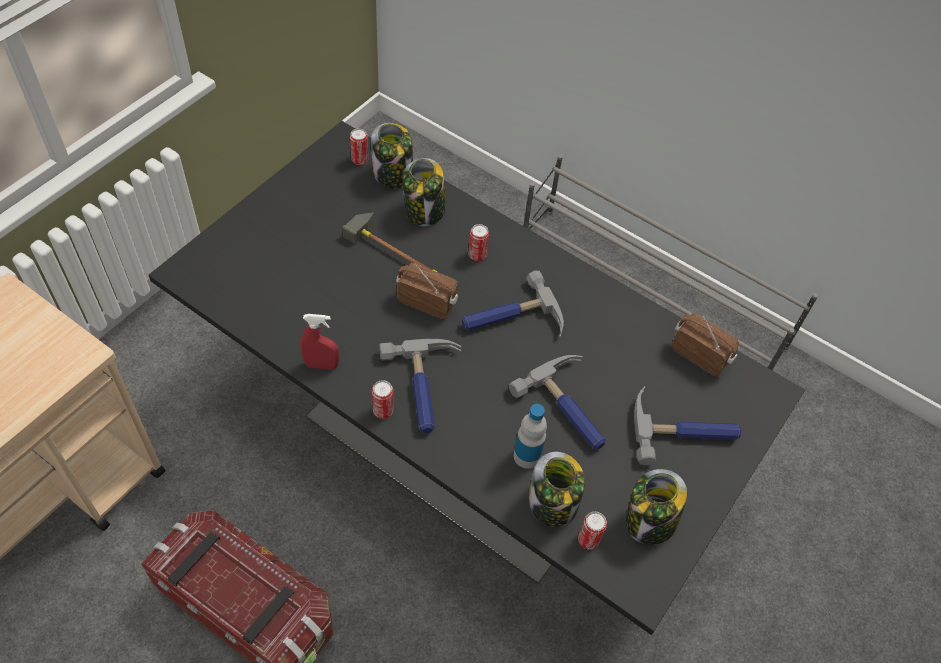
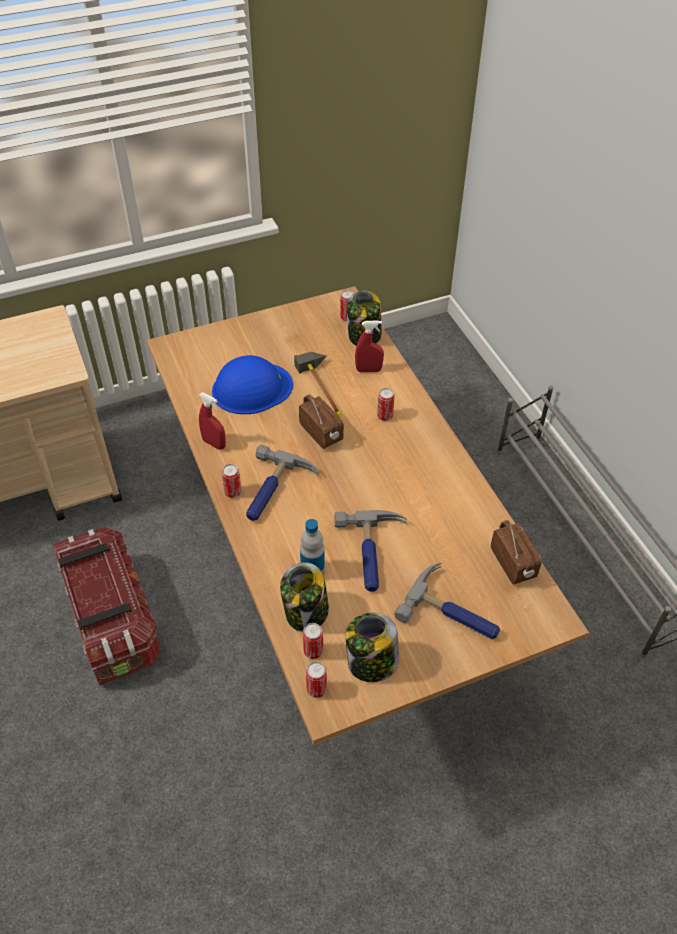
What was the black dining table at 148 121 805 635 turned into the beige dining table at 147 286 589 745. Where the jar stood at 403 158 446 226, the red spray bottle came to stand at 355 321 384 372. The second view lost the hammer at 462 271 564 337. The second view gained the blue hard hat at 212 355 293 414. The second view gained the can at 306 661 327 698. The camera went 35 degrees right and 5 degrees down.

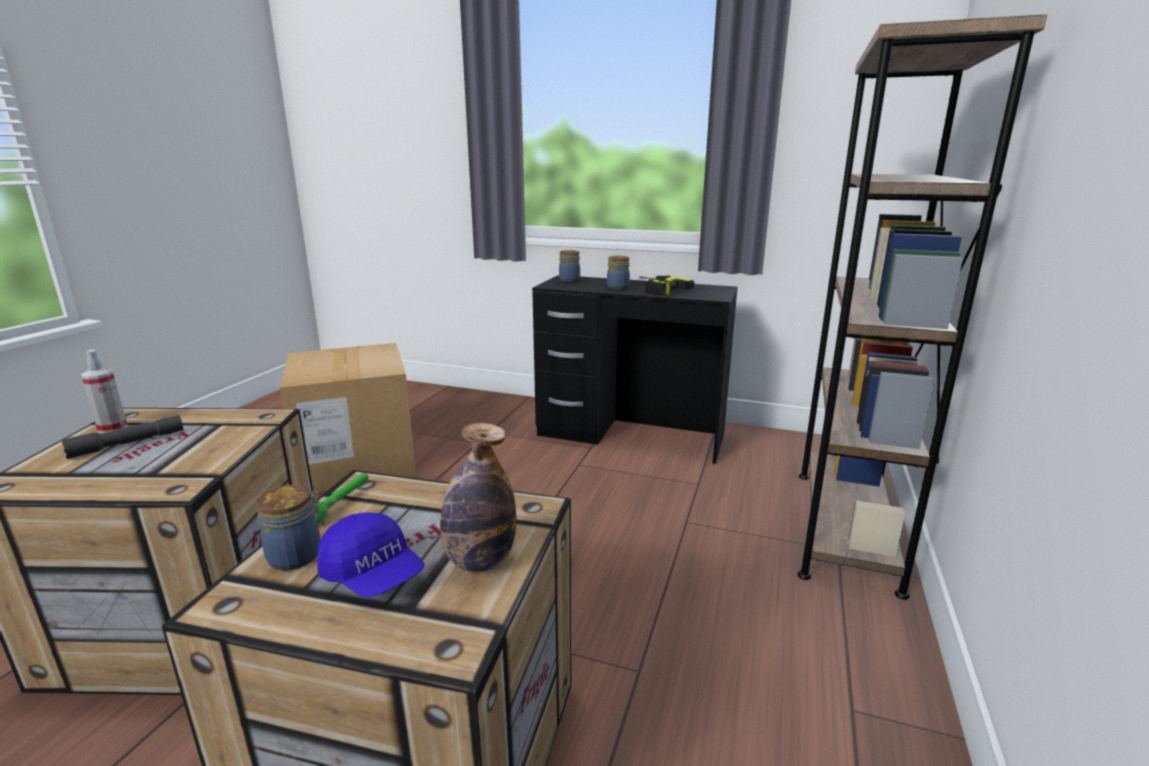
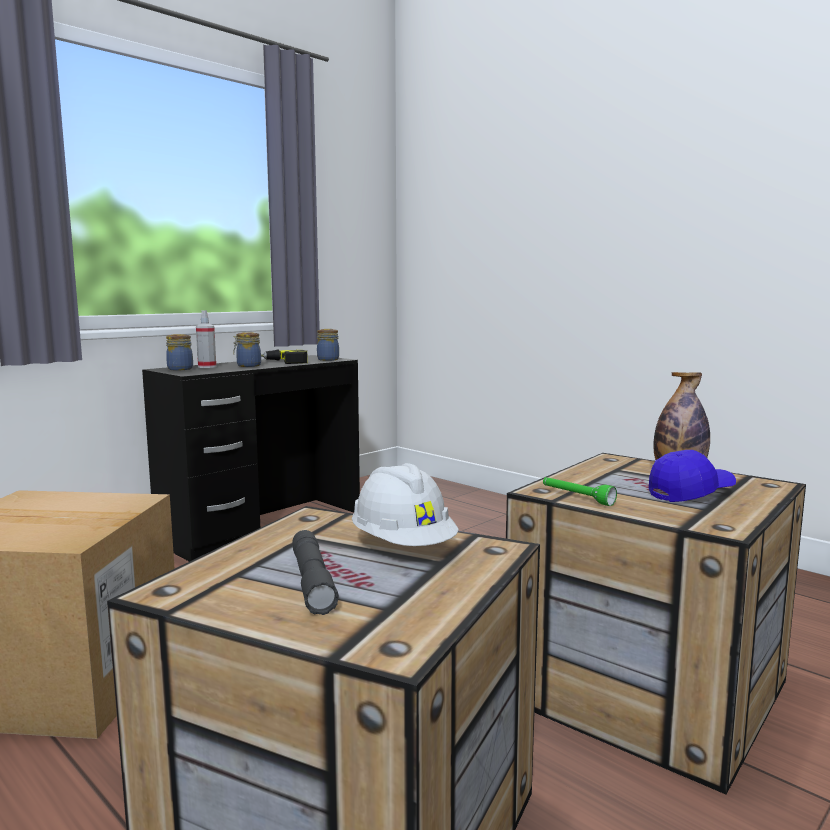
The second view lost the brown bookcase at 798 14 1047 600. The spray bottle ended up elsewhere, having gone from 81 350 128 433 to 196 310 216 368. The jar ended up elsewhere, having gone from 256 485 325 571 to 317 329 339 361. The second view gained the white hard hat at 352 463 459 546. The camera went 65 degrees left and 10 degrees down.

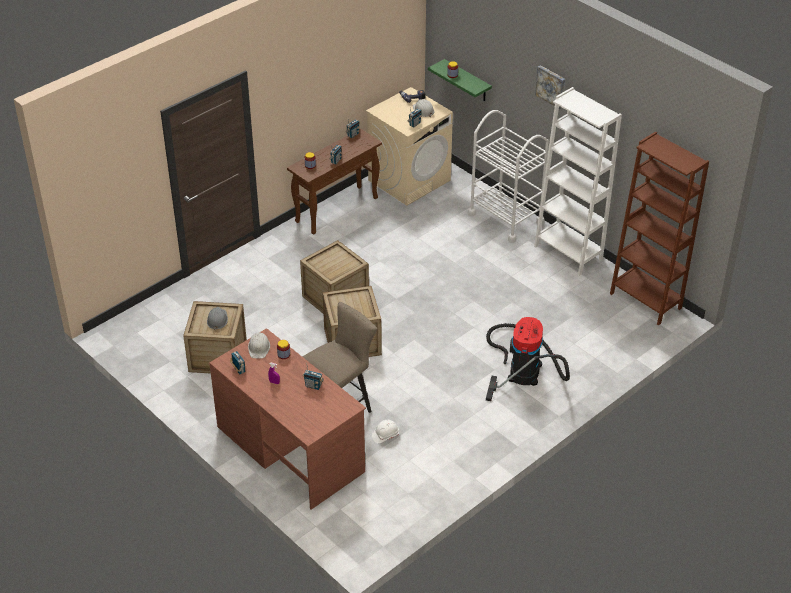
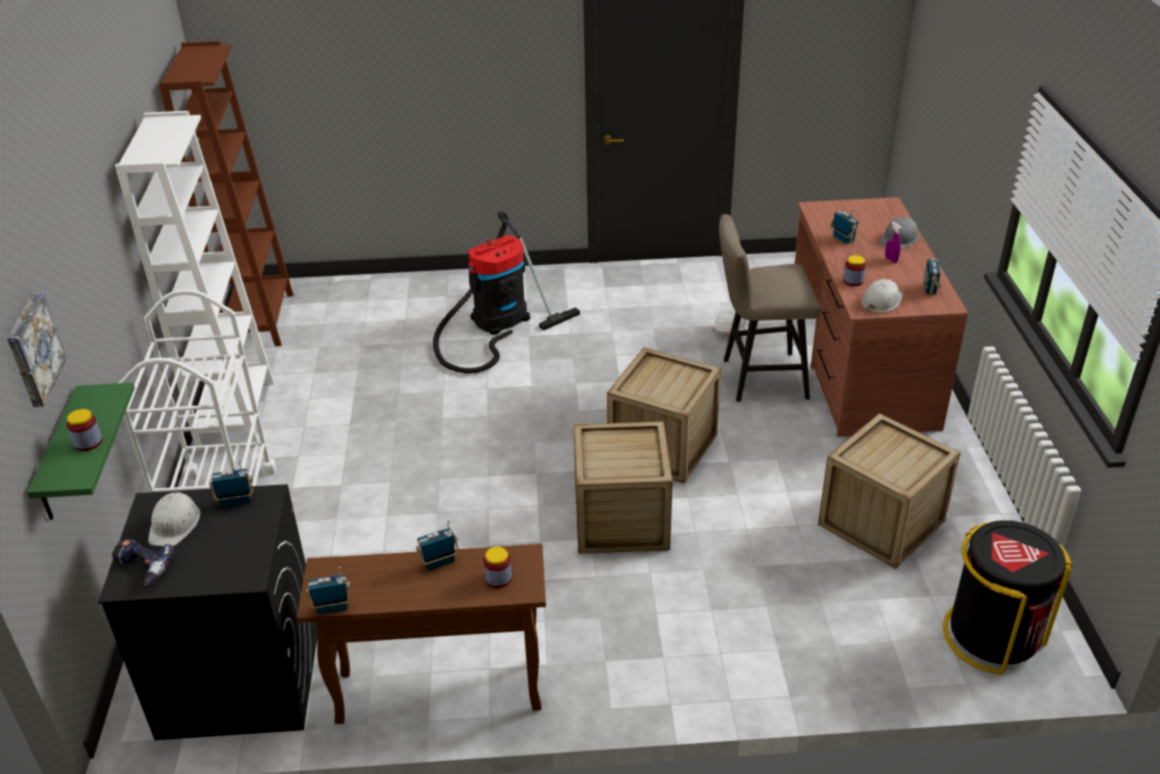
The picture ended up elsewhere, having gone from 535 65 565 109 to 7 292 67 407. What was the beige washing machine at 366 87 453 206 turned into the black washing machine at 98 484 317 740. The grey hard hat ended up elsewhere, having gone from 207 307 228 330 to 880 217 919 249. The second view gained the black trash can at 943 520 1073 675. The camera went 140 degrees left and 5 degrees down.

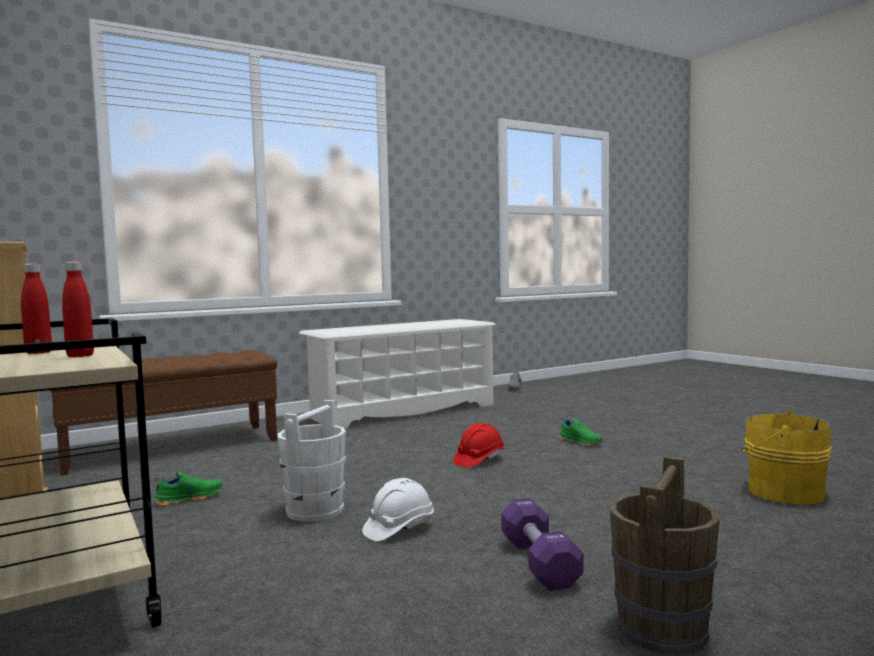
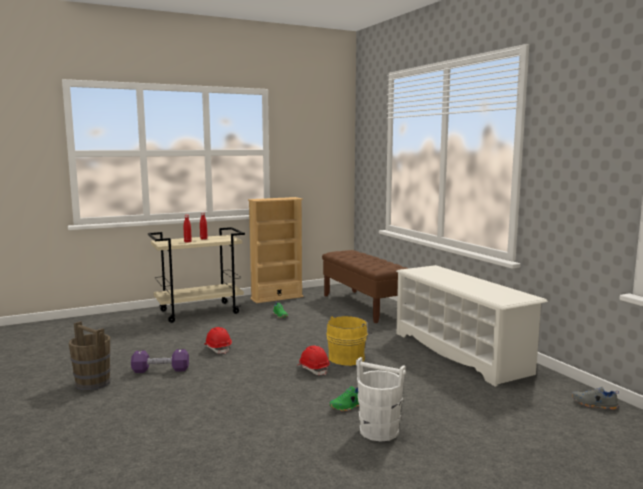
The white bucket ended up elsewhere, having gone from 278 400 346 522 to 356 357 406 442. The yellow bucket ended up elsewhere, having gone from 742 410 832 504 to 326 316 371 366. What was the white hard hat at 362 478 434 541 turned into the red hard hat at 204 327 232 354. The camera went 95 degrees right and 5 degrees up.

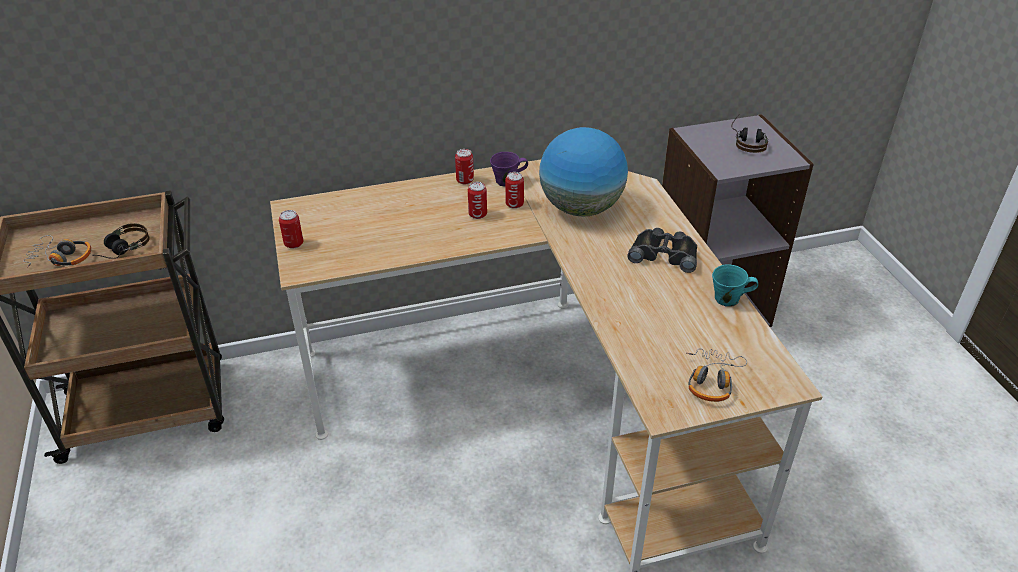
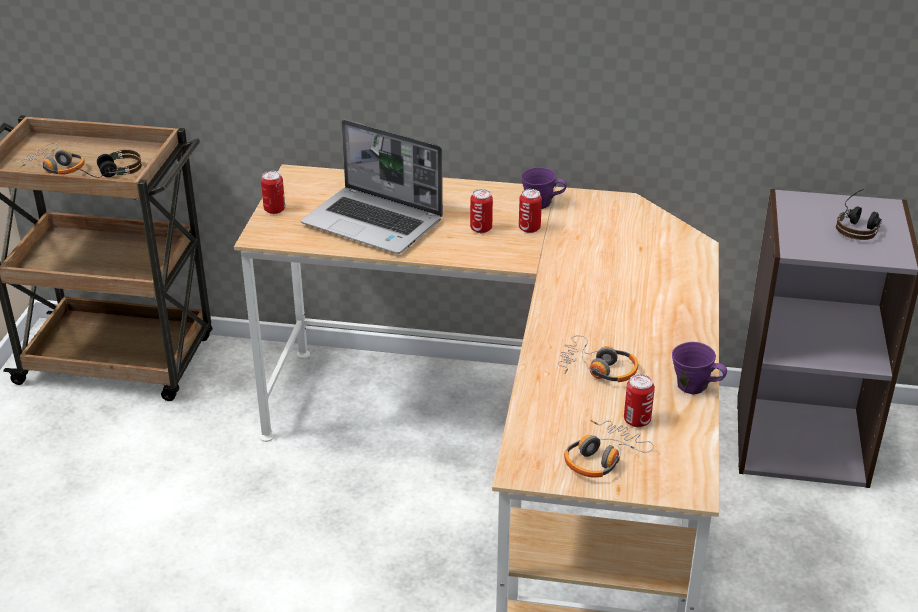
The second view lost the globe at 539 127 628 216. The can ended up elsewhere, having gone from 455 149 474 184 to 624 374 655 427. The second view lost the black binoculars at 627 228 697 273. What was the turquoise mug at 712 264 758 306 turned into the purple mug at 672 342 727 395. The second view gained the laptop at 301 120 443 254. The second view gained the headphones at 558 335 638 382. The camera went 25 degrees right and 5 degrees down.

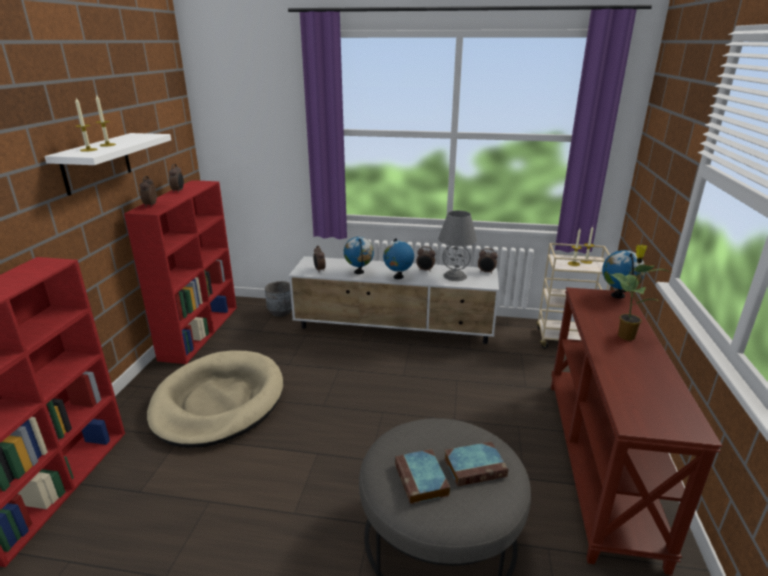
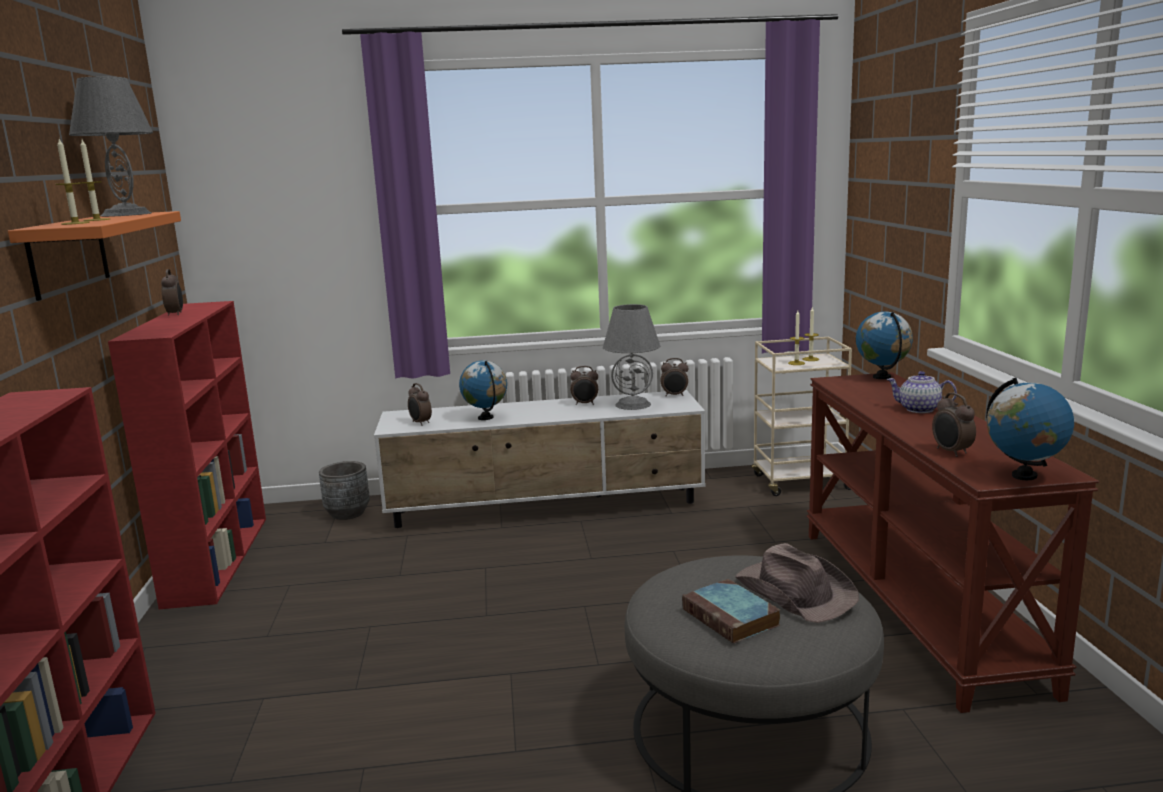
What was the white shelf at 44 133 171 196 turned into the orange shelf at 8 211 181 301. The alarm clock ended up elsewhere, having gone from 140 176 157 206 to 932 393 976 457. The globe ended up elsewhere, having gone from 383 238 414 279 to 986 378 1074 480. Where the potted plant stood at 610 245 670 341, the teapot came to stand at 886 371 957 413. The second view lost the beige dog bed at 147 350 283 448. Where the book stood at 444 442 508 486, the brown hat came to stand at 735 543 859 623. The second view gained the grey table lamp at 69 76 153 217. The camera went 15 degrees left and 10 degrees down.

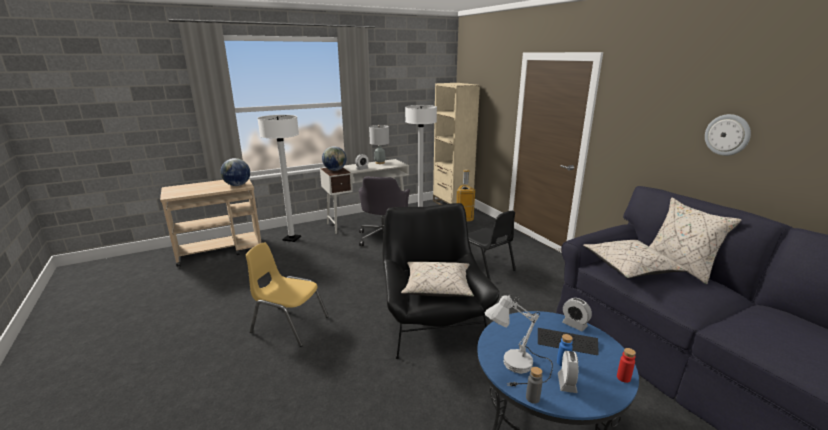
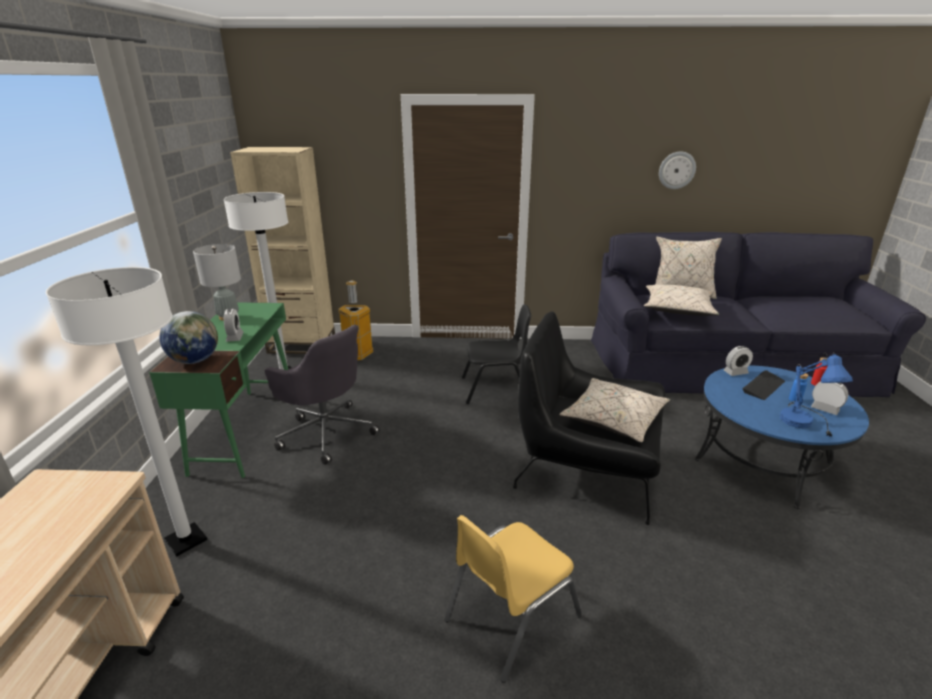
The second view lost the globe at 220 158 250 186. What was the white desk at 320 159 409 234 turned into the green desk at 149 302 288 478. What was the white table lamp at 485 294 553 386 turned into the blue table lamp at 780 352 853 437. The second view lost the grey bottle at 526 367 543 404. The camera went 60 degrees left and 5 degrees up.

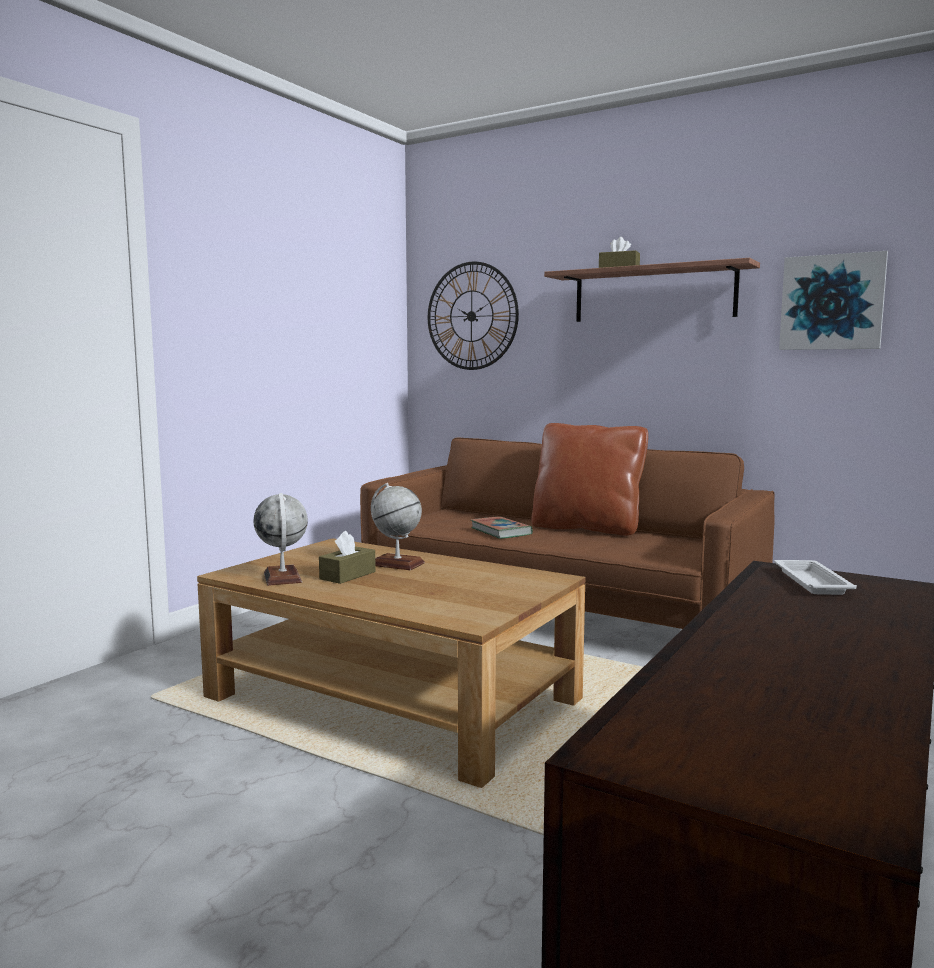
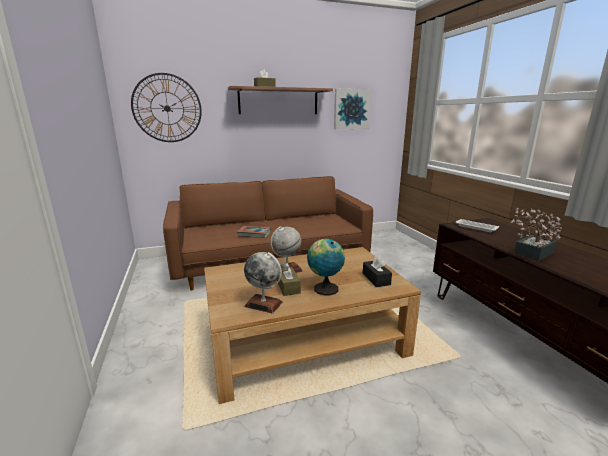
The second view lost the brown pillow at 531 423 648 536. The second view gained the potted plant at 511 208 562 261. The second view gained the globe at 307 239 345 295. The second view gained the black tissue box at 363 255 392 287. The camera went 50 degrees left and 10 degrees up.

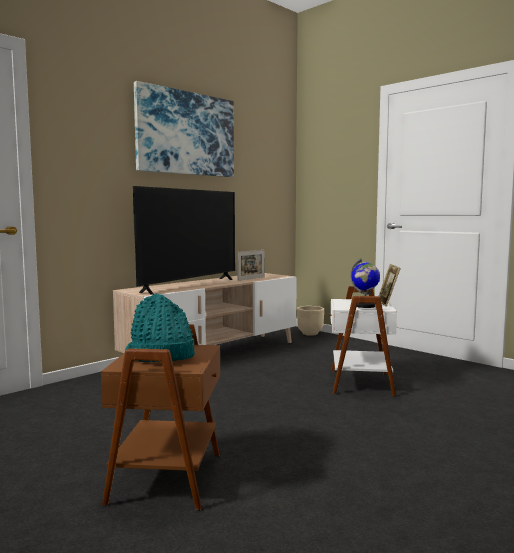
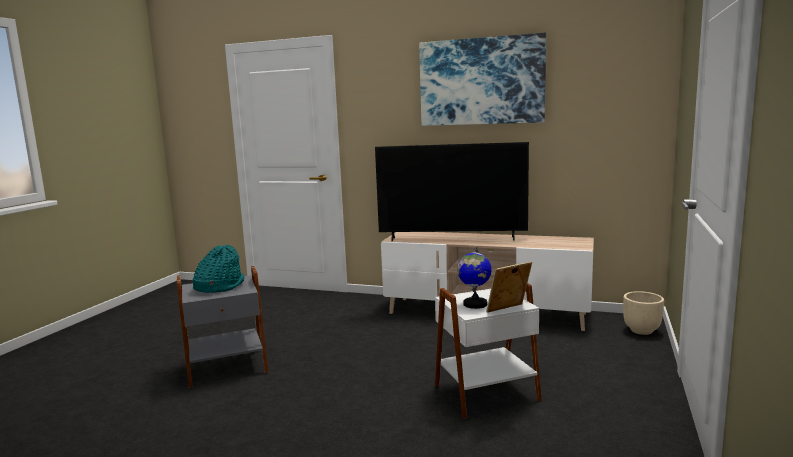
The second view lost the picture frame at 237 250 265 281. What was the brown side table at 101 324 220 511 turned into the grey side table at 177 266 269 388. The camera went 65 degrees right and 5 degrees up.

